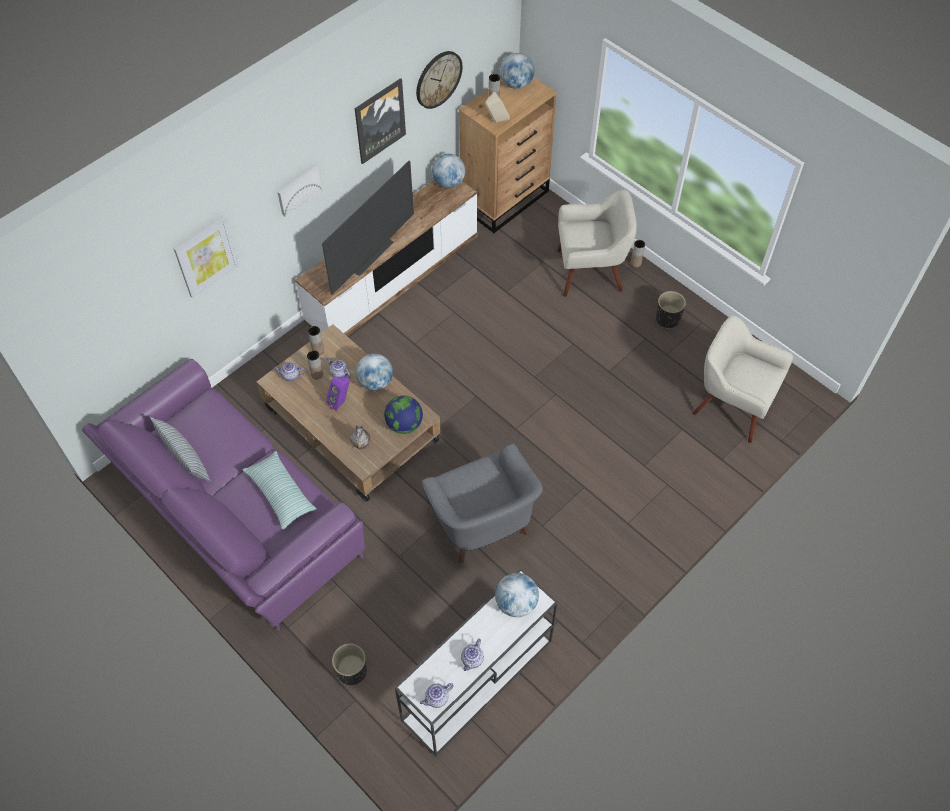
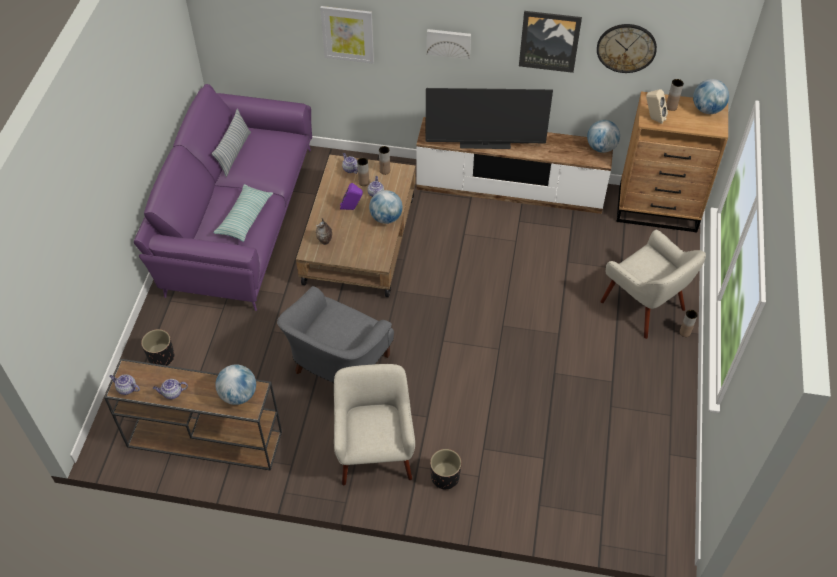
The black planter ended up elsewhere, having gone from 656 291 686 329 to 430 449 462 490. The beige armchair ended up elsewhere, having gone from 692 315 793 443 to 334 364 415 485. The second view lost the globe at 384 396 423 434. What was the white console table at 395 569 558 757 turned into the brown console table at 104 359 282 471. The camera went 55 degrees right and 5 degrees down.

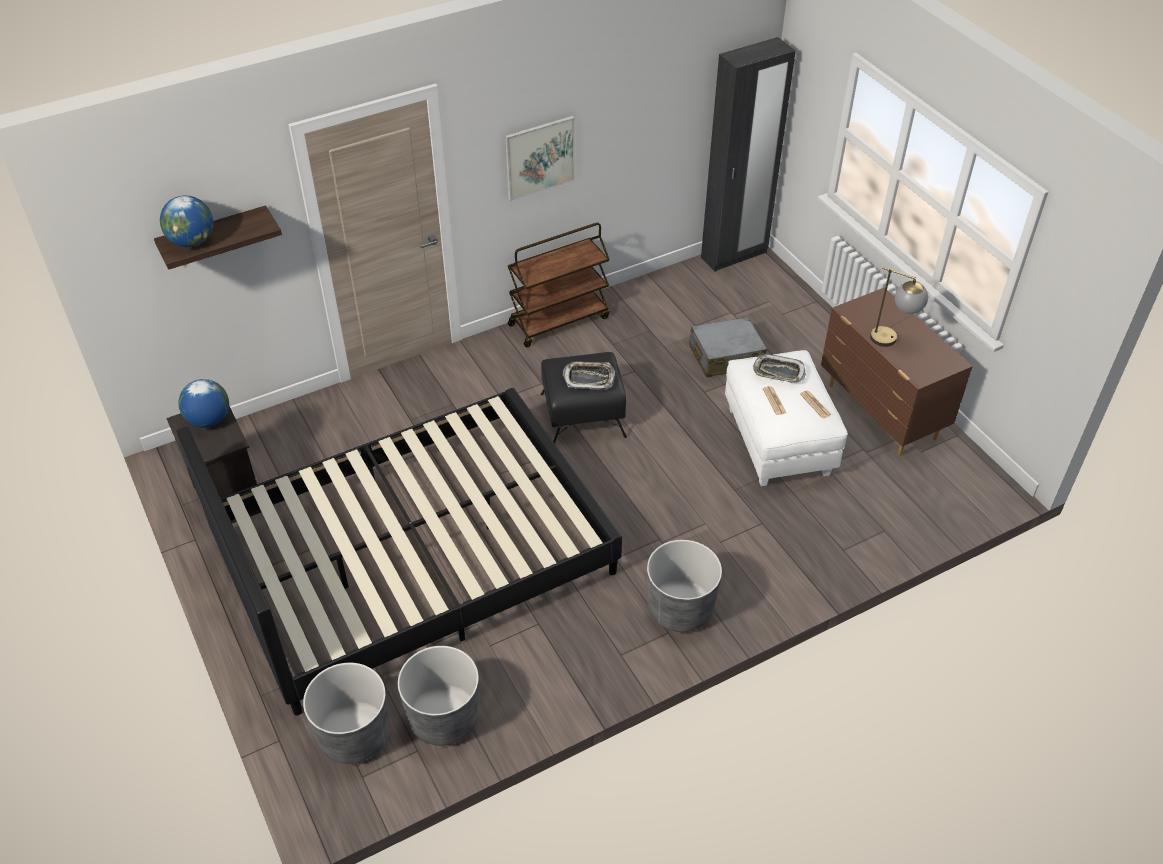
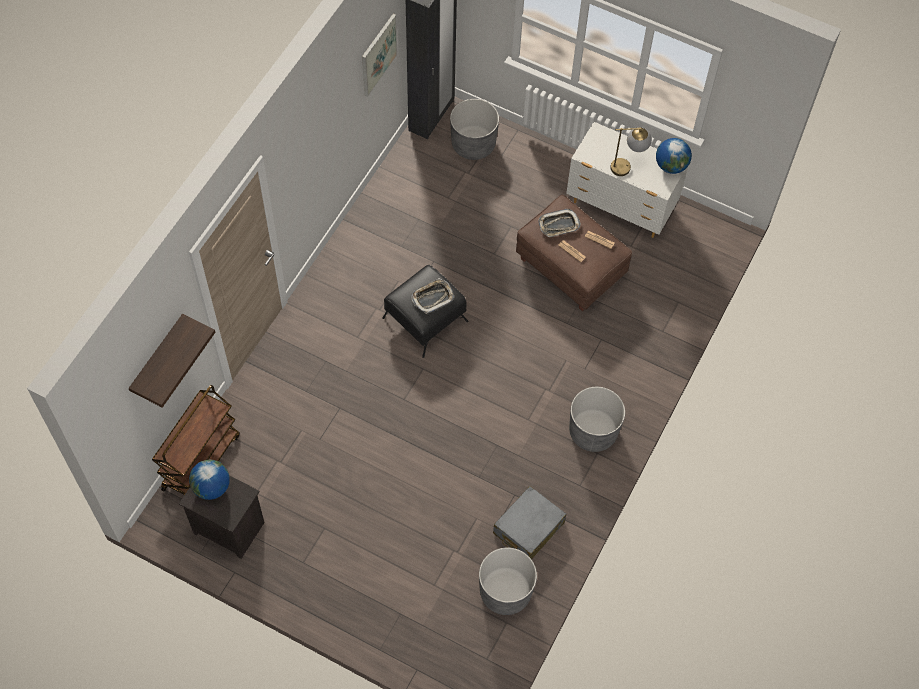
The picture ended up elsewhere, having gone from 505 116 575 201 to 362 14 397 97. The globe ended up elsewhere, having gone from 160 196 213 247 to 656 138 692 174. The brown cart ended up elsewhere, having gone from 508 222 610 347 to 152 385 240 495. What was the brown dresser at 821 288 973 456 turned into the white dresser at 566 122 688 238. The grey suitcase ended up elsewhere, having gone from 689 317 767 377 to 493 486 566 559. What was the white ottoman at 725 350 848 486 turned into the brown ottoman at 516 195 632 311. The second view lost the black bed at 177 388 622 716. The grey planter ended up elsewhere, having gone from 303 663 390 764 to 450 99 499 160. The camera went 35 degrees left and 15 degrees up.

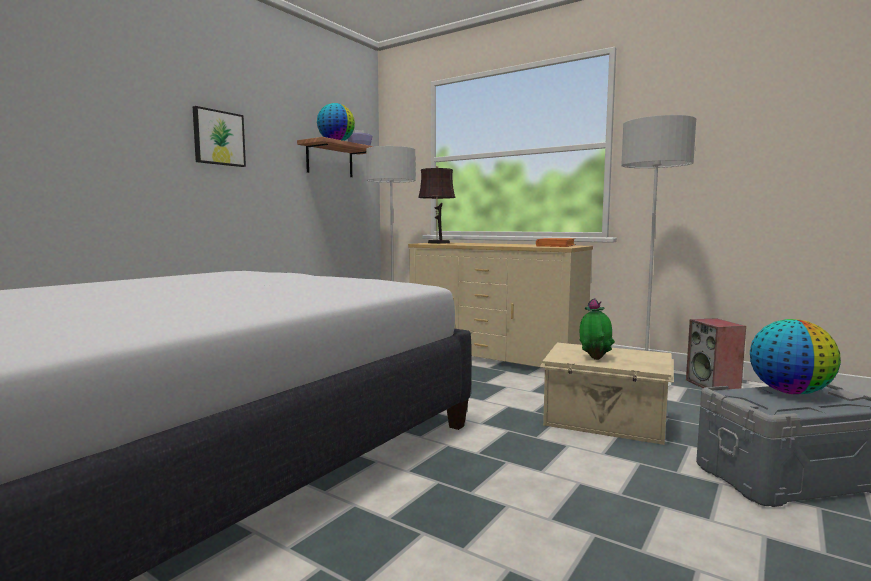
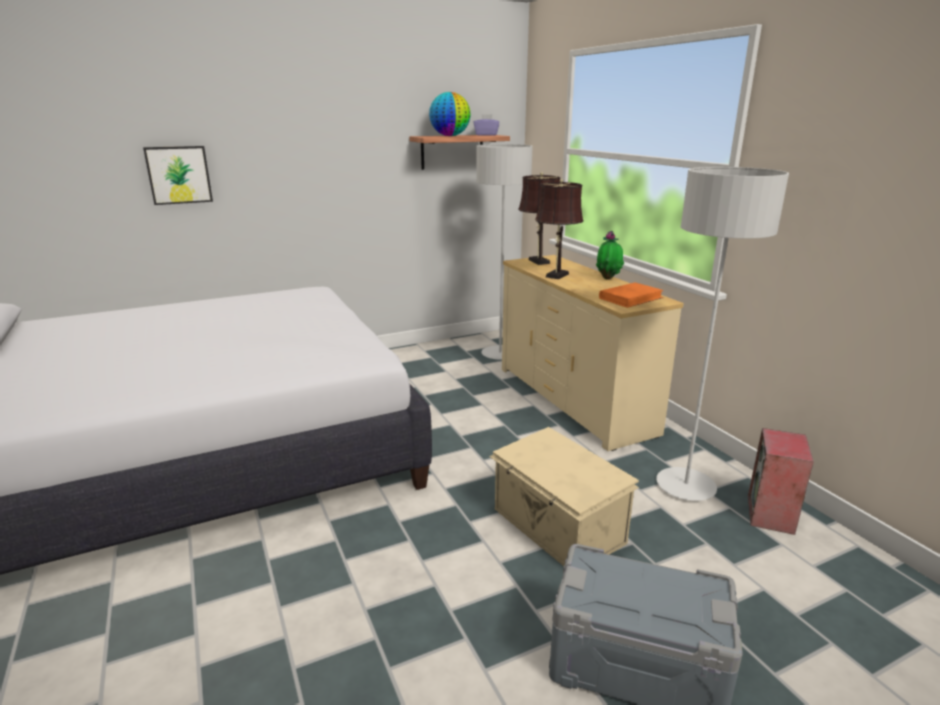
The picture ended up elsewhere, having gone from 193 106 246 167 to 143 146 213 205. The potted plant ended up elsewhere, having gone from 579 298 615 360 to 596 231 624 280. The second view lost the globe at 750 319 841 395. The second view gained the brown table lamp at 535 179 583 279. The camera went 30 degrees right and 15 degrees up.

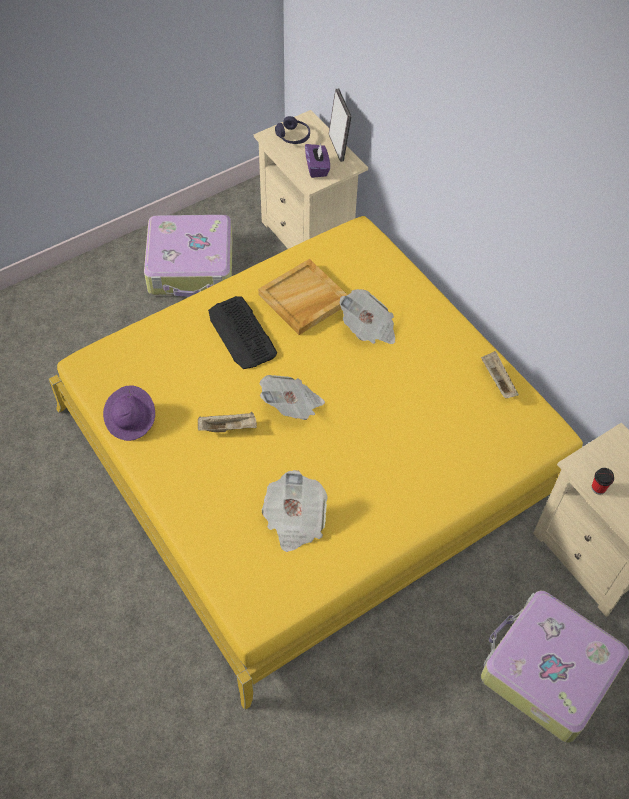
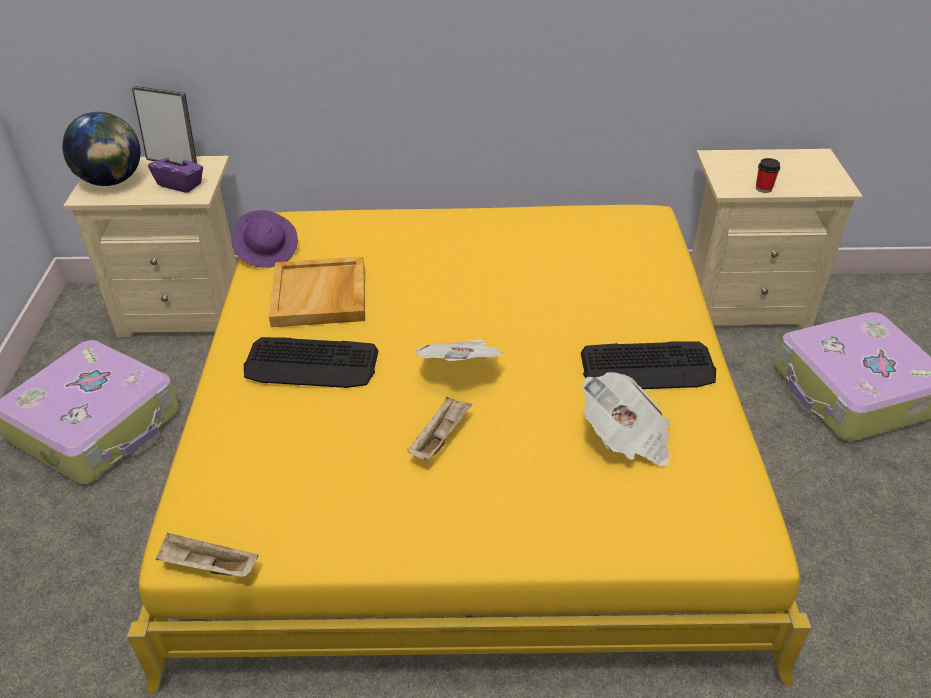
Where the purple headphones stood at 275 116 310 144, the globe came to stand at 62 112 141 186. The second view lost the newspaper at 340 289 395 344. The beige tray ended up elsewhere, having gone from 481 351 519 398 to 156 533 259 577. The purple hat ended up elsewhere, having gone from 103 385 155 441 to 231 210 298 268. The second view gained the keyboard at 581 342 716 389. The camera went 55 degrees left and 15 degrees down.

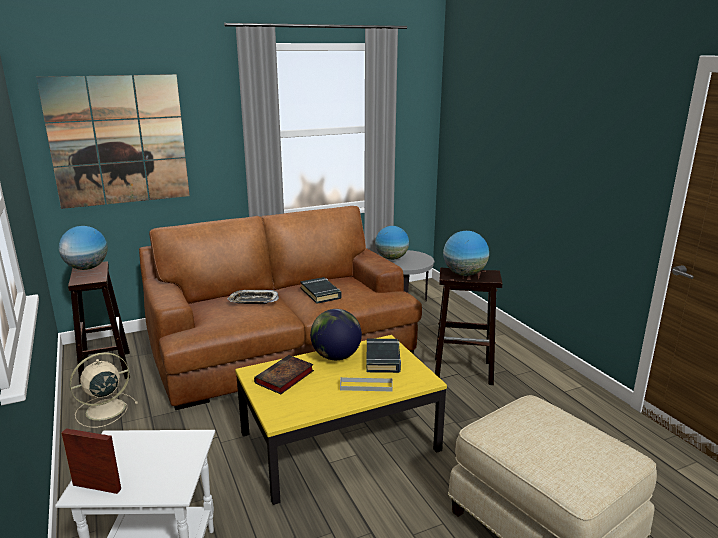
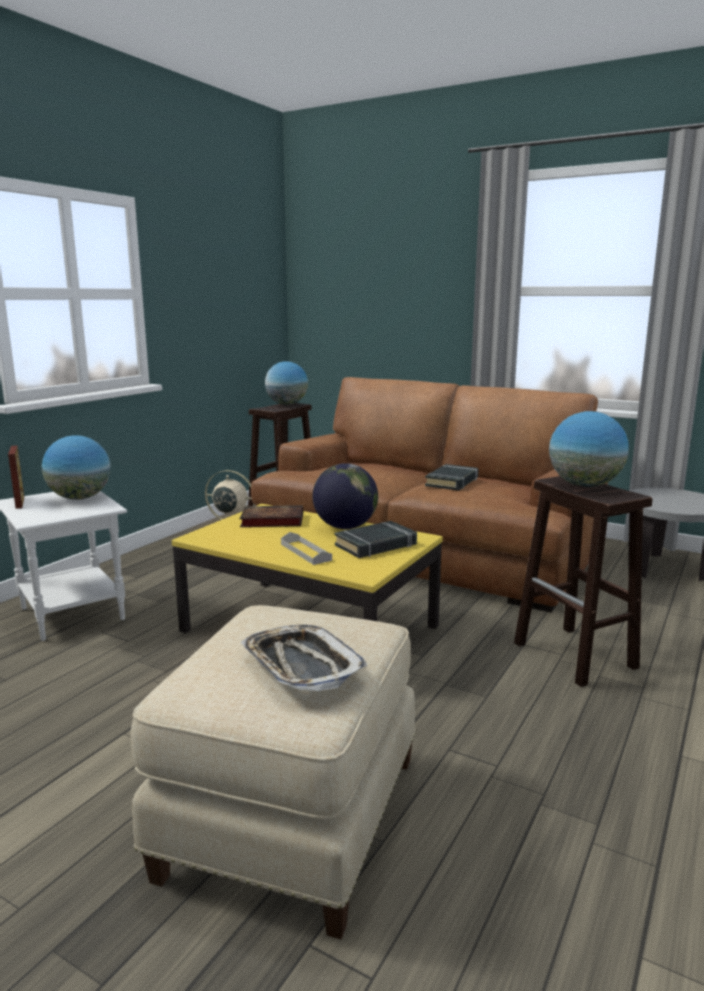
The second view lost the picture at 36 74 190 209. The globe ended up elsewhere, having gone from 375 226 409 260 to 42 435 111 500. The tray ended up elsewhere, having gone from 228 290 279 304 to 241 625 367 691. The camera went 55 degrees right and 5 degrees down.

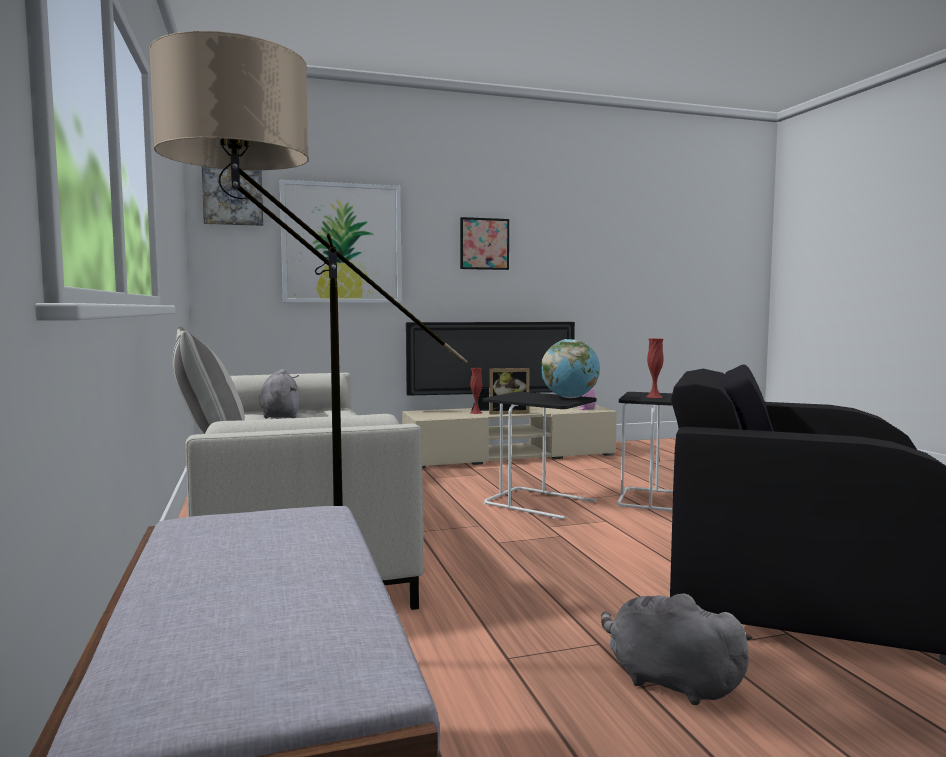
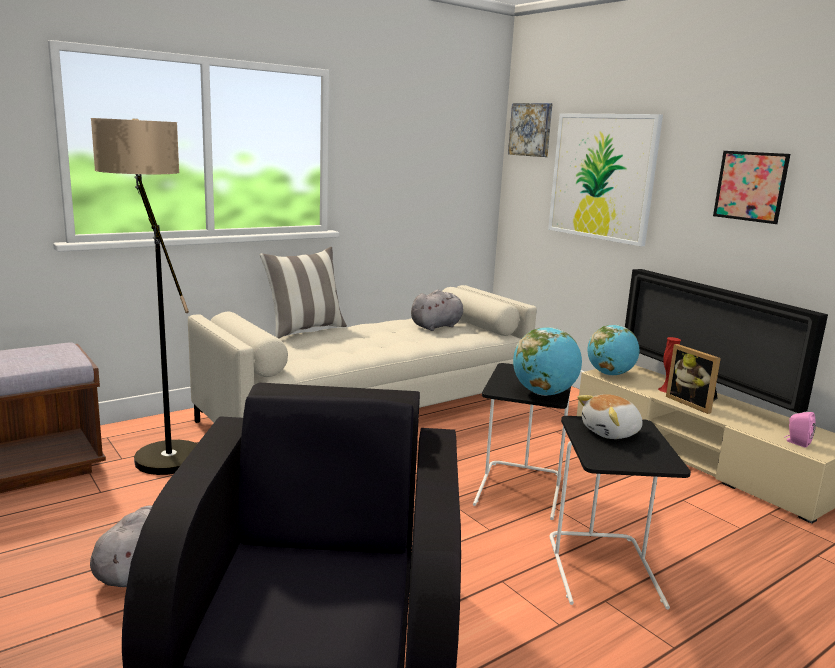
Where the red vase stood at 646 338 664 398, the plush toy came to stand at 577 394 642 439. The second view gained the globe at 587 325 640 376. The camera went 70 degrees right and 10 degrees up.

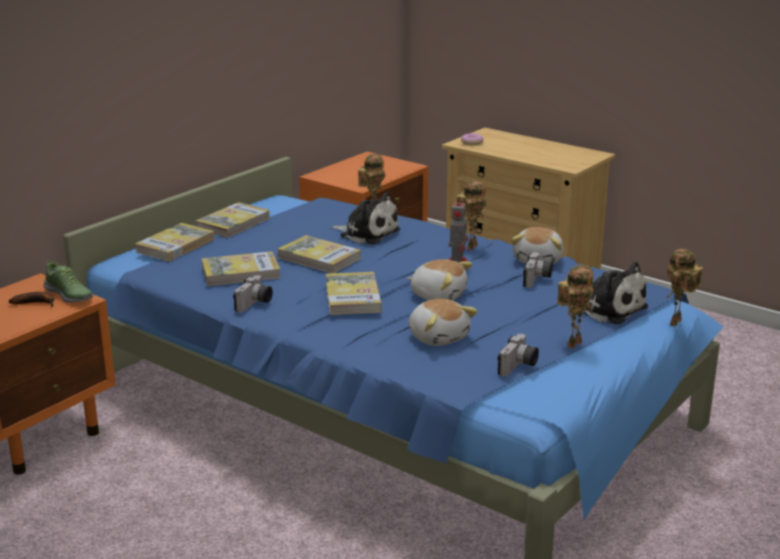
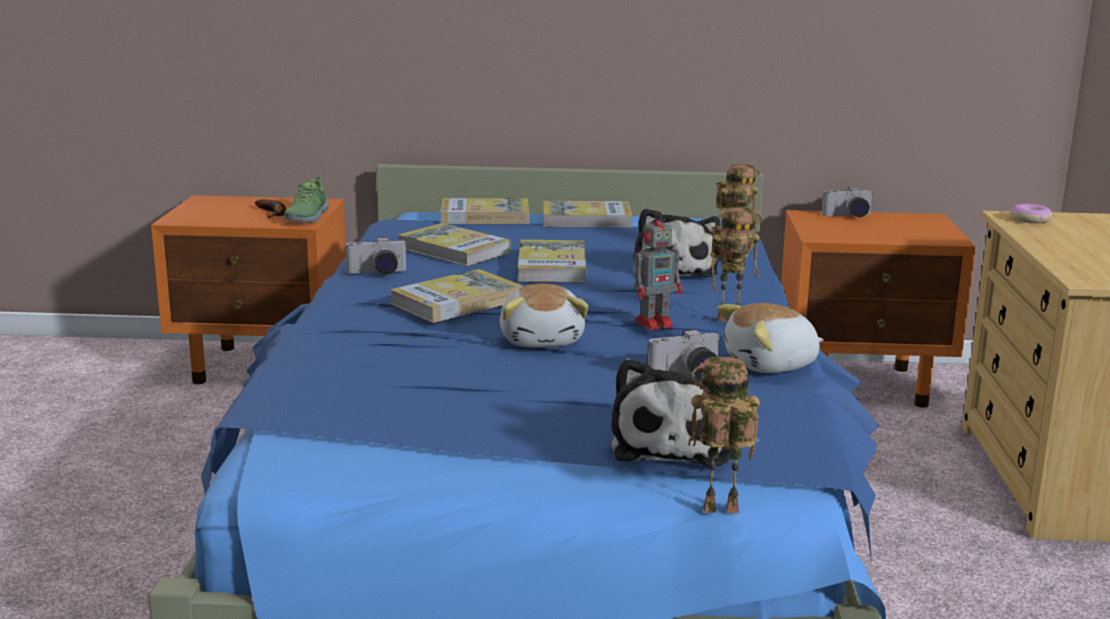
The second view lost the toy robot at 557 265 594 349. The second view lost the plush toy at 409 299 478 346. The photo camera ended up elsewhere, having gone from 497 334 539 376 to 822 187 873 217. The camera went 55 degrees right and 5 degrees down.

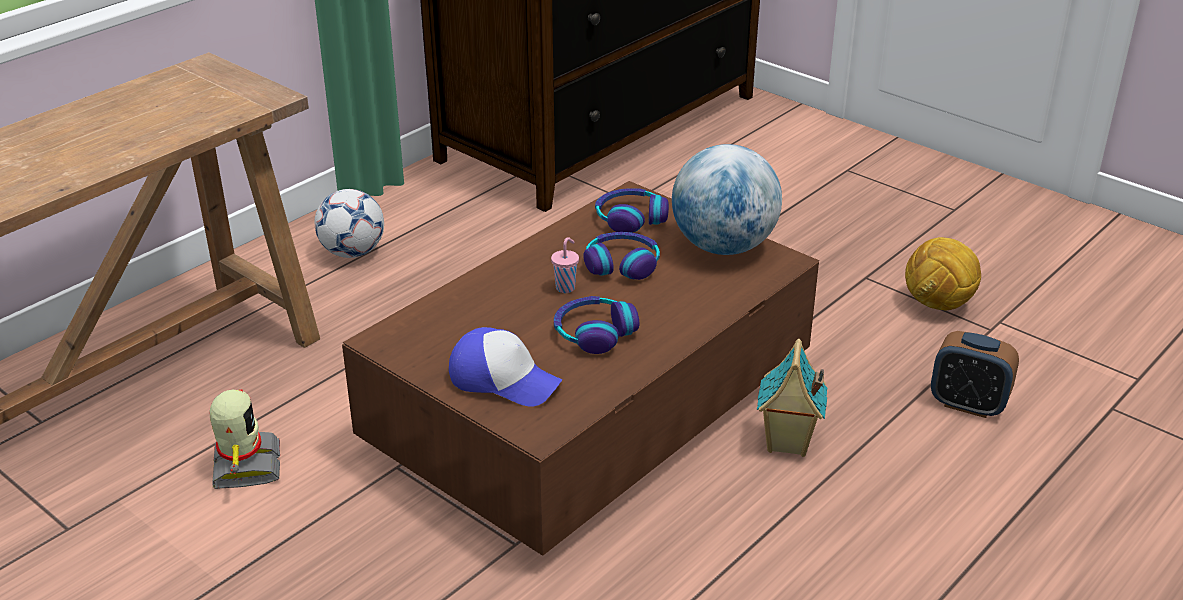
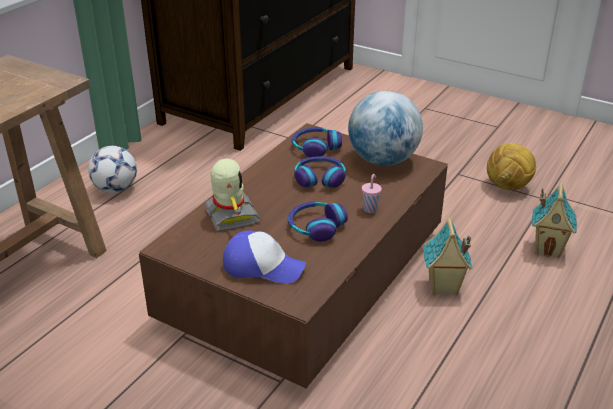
The pink cup ended up elsewhere, having gone from 551 237 579 293 to 362 174 382 213. Where the alarm clock stood at 931 331 1019 418, the toy house came to stand at 532 183 577 258. The toy robot ended up elsewhere, having gone from 210 390 280 489 to 205 159 260 231. The camera went 10 degrees left and 0 degrees up.

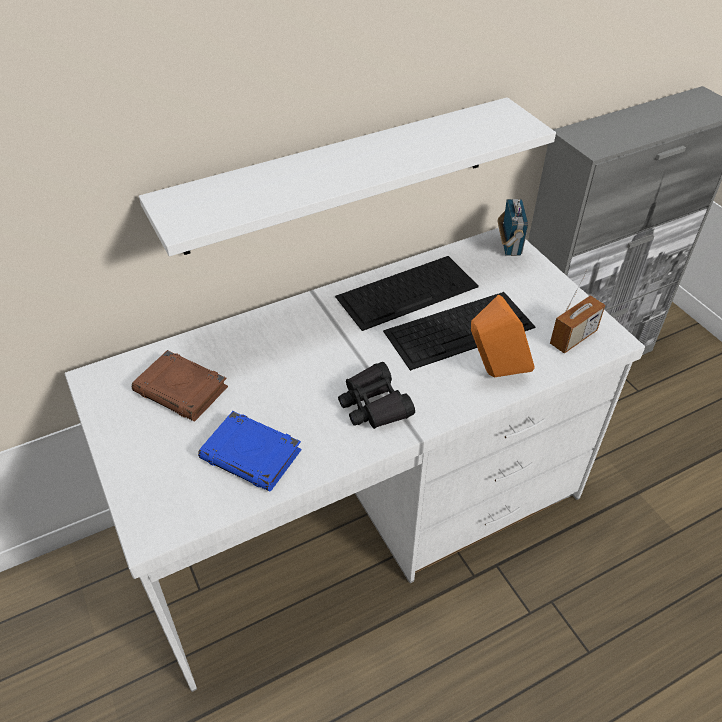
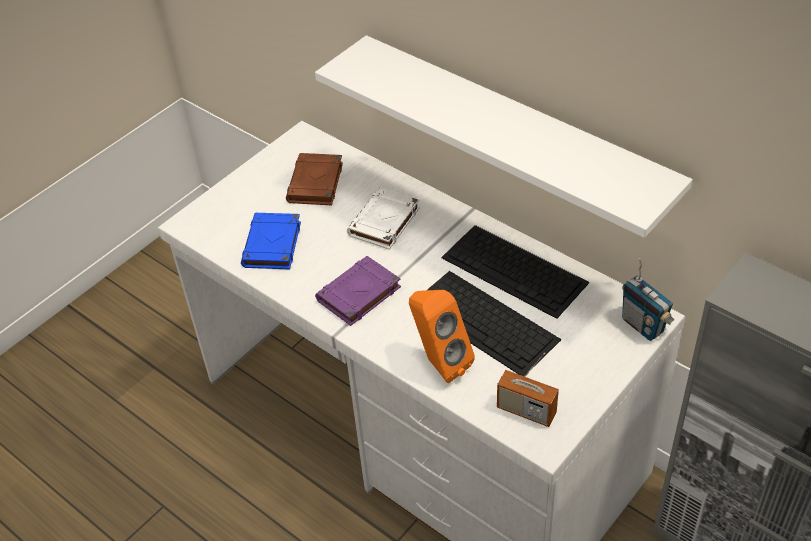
The radio at 498 199 528 256 ended up facing another way, 75 degrees clockwise from before. Where the black binoculars stood at 338 362 415 429, the purple book came to stand at 315 256 401 326. The second view gained the white book at 347 187 420 250. The camera went 70 degrees right and 0 degrees up.

